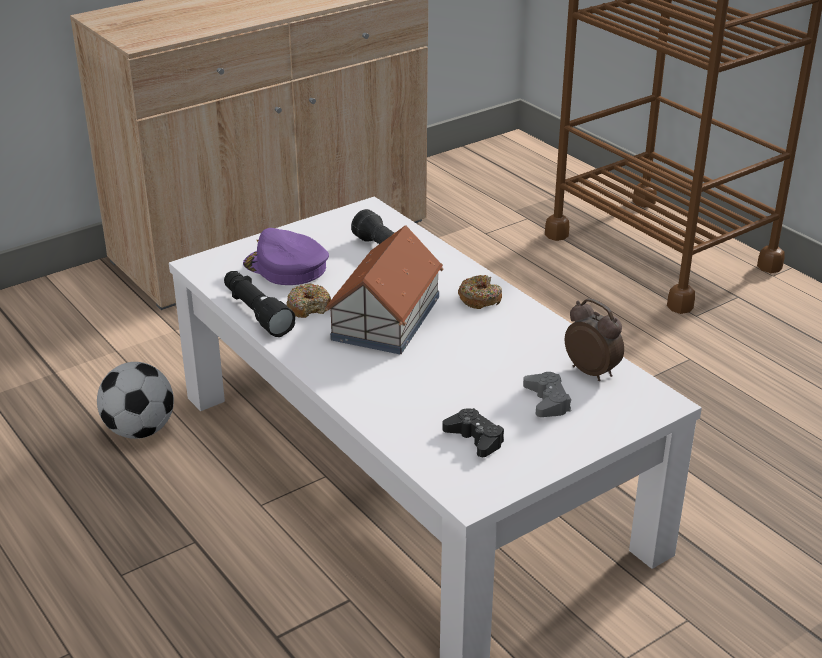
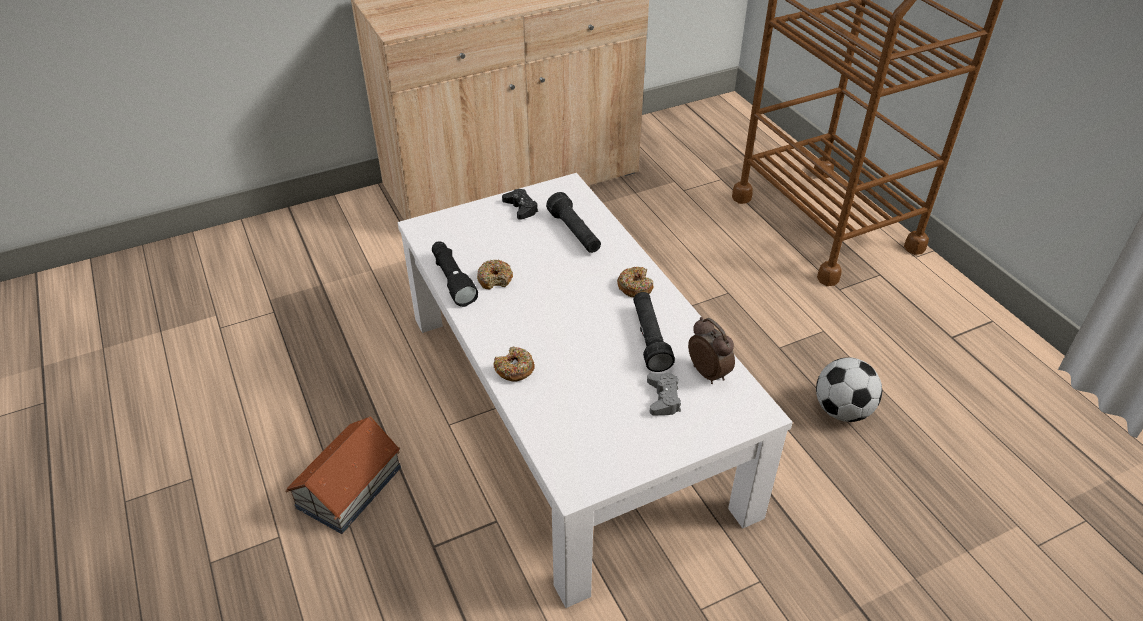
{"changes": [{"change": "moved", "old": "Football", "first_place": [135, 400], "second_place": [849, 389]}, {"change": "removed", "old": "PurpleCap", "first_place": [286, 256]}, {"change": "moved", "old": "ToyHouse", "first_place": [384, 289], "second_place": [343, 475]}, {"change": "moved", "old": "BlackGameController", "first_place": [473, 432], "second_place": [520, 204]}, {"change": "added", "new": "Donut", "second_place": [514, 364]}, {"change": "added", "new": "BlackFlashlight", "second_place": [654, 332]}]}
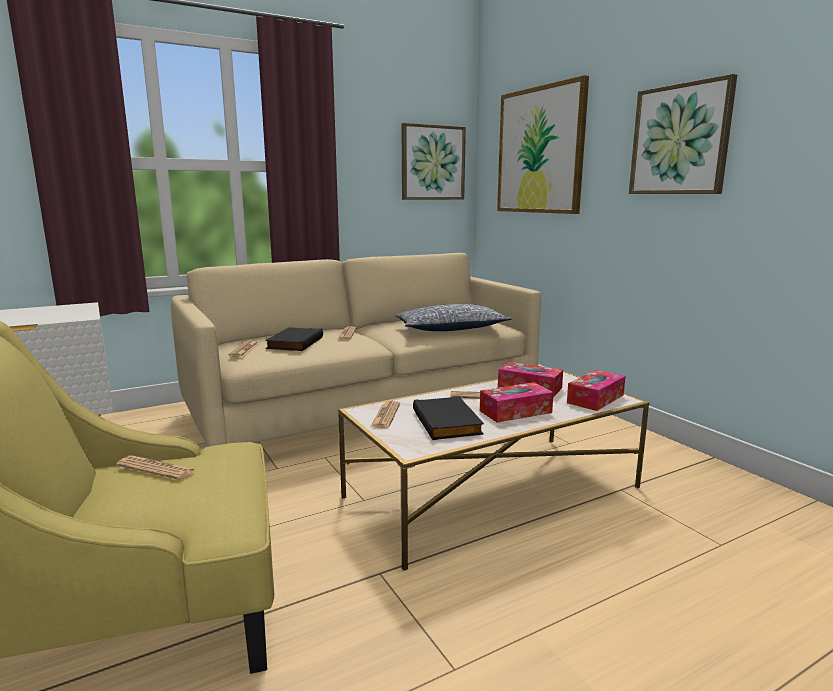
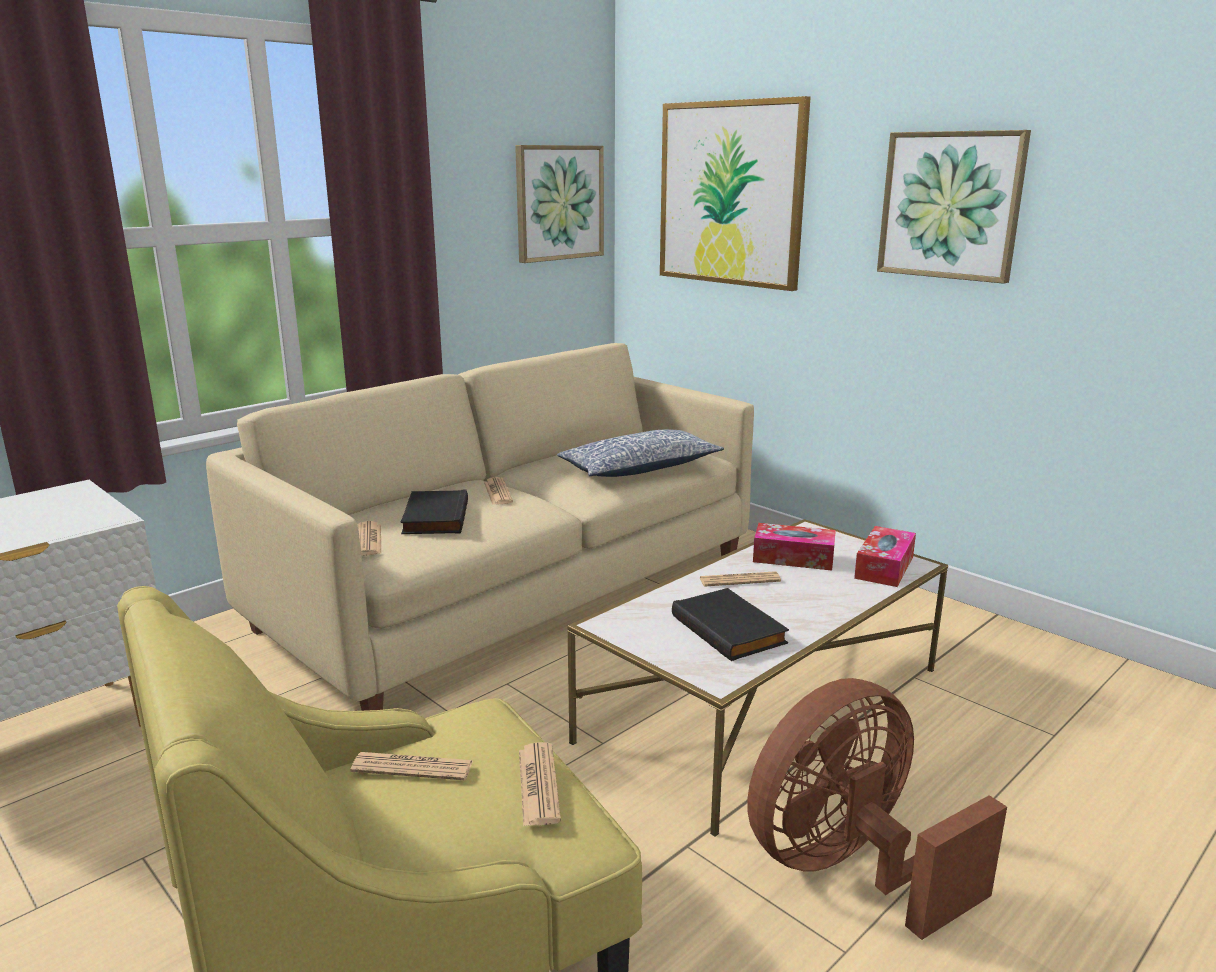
{"changes": [{"change": "moved", "old": "Newspaper", "first_place": [385, 414], "second_place": [540, 784]}, {"change": "removed", "old": "TissueBox", "first_place": [517, 402]}, {"change": "added", "new": "BrownFan", "second_place": [877, 809]}]}
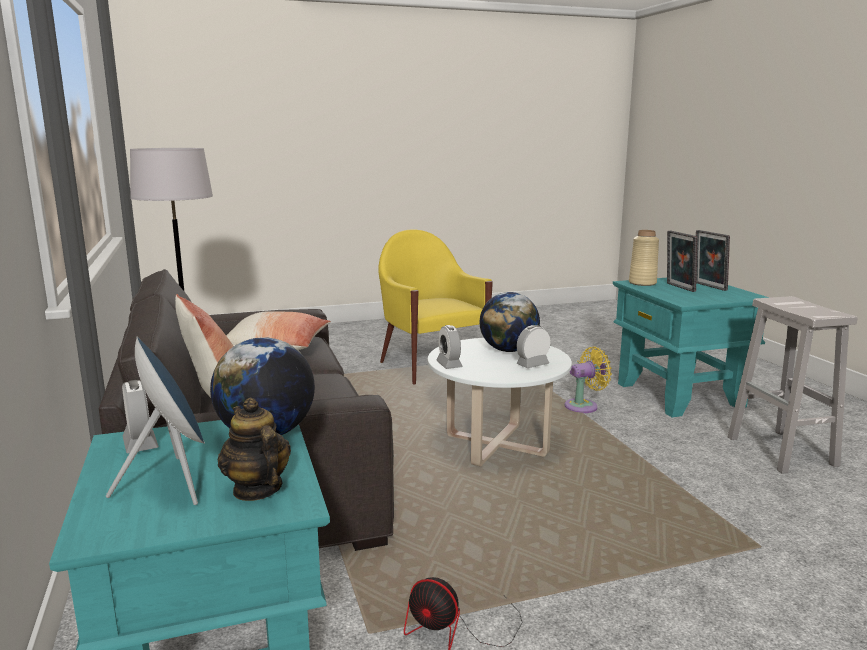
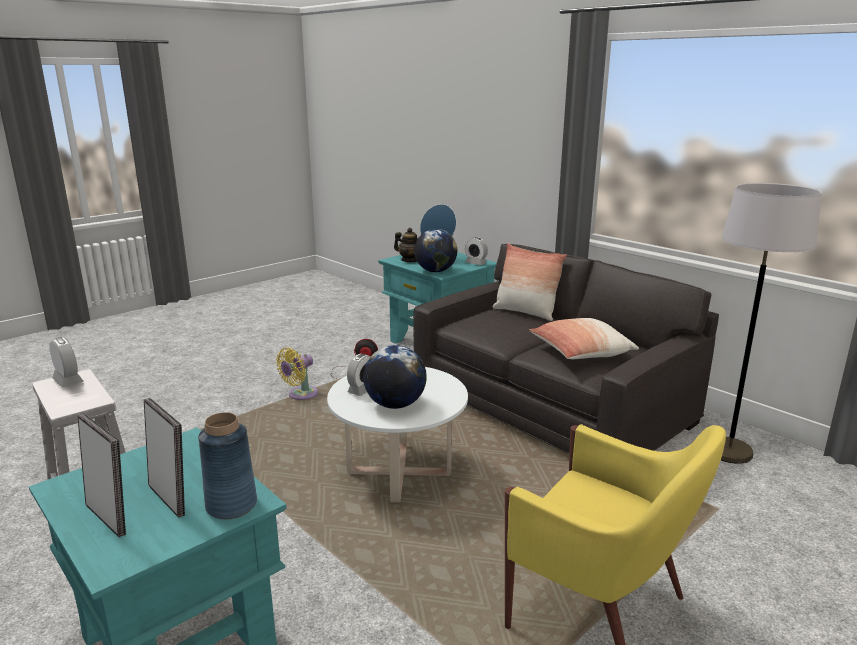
{"changes": [{"change": "moved", "old": "AlarmClock", "first_place": [449, 347], "second_place": [66, 362]}, {"change": "moved", "old": "YellowFan", "first_place": [588, 380], "second_place": [297, 374]}, {"change": "recoloured", "old": "BeigeVase", "new": "BlueVase", "first_place": [644, 258], "second_place": [227, 466]}]}
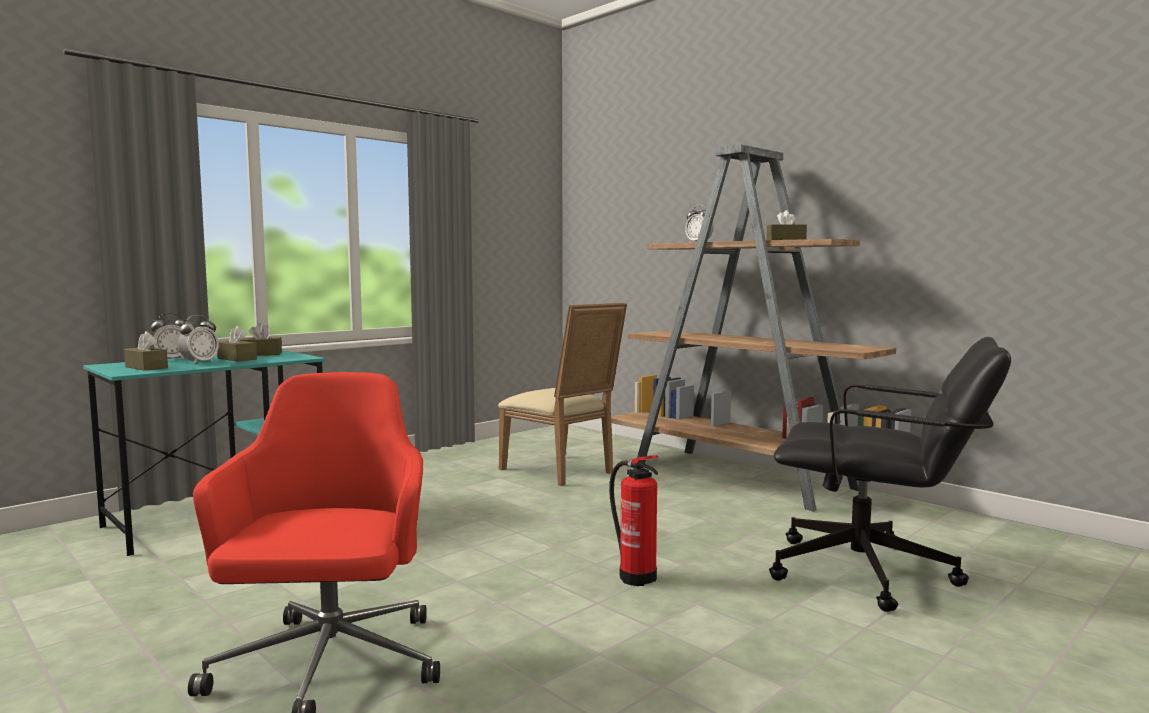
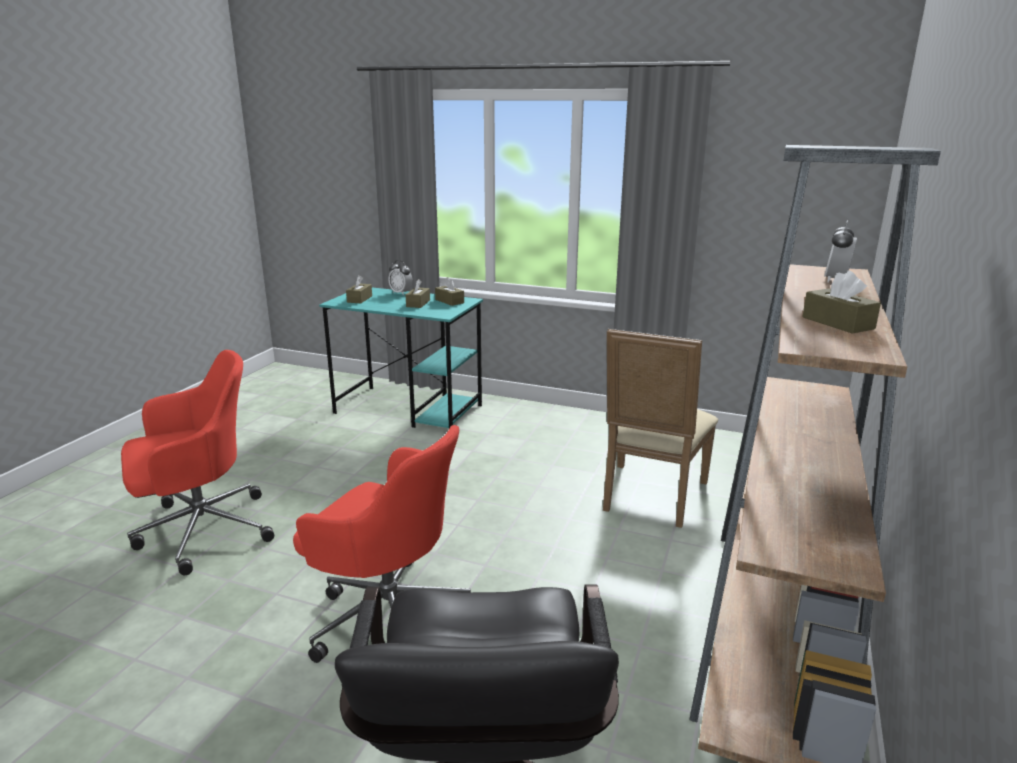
{"changes": [{"change": "removed", "old": "AlarmClock", "first_place": [198, 339]}, {"change": "replaced", "old": "FireExtinguisher", "new": "RedOfficeChair", "first_place": [633, 520], "second_place": [382, 544]}]}
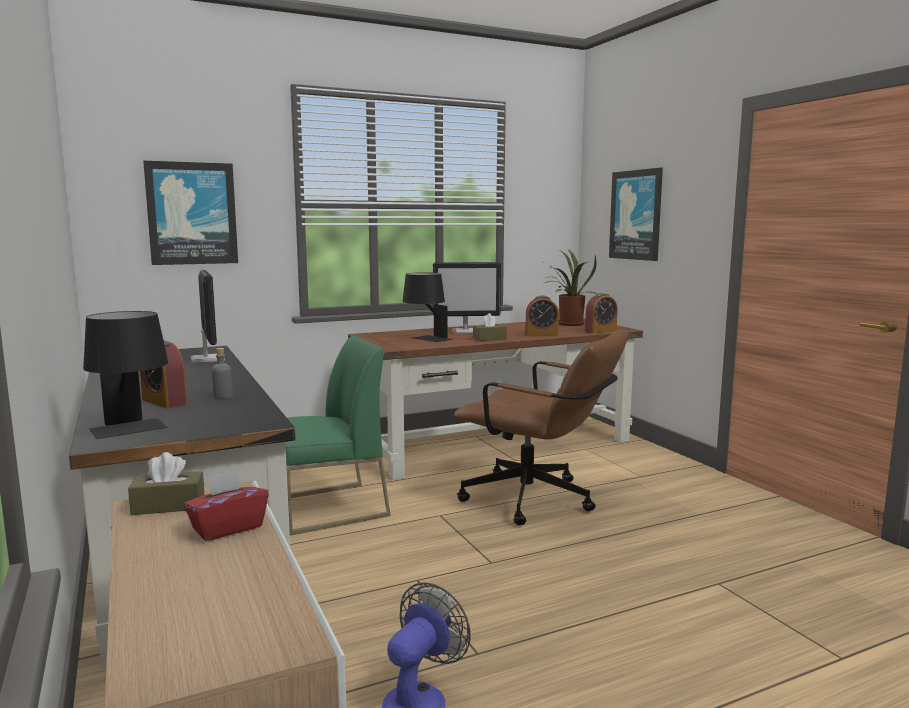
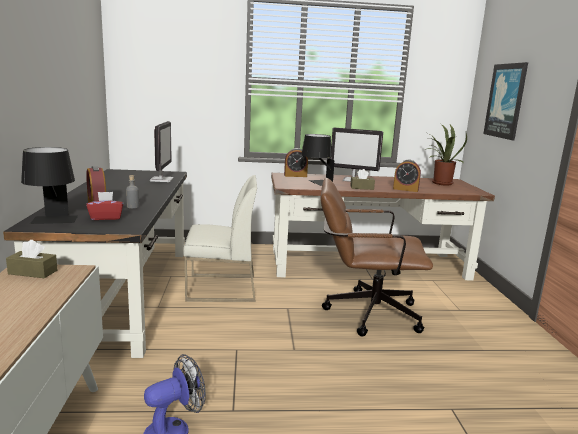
{"changes": [{"change": "removed", "old": "Picture", "first_place": [190, 213]}, {"change": "moved", "old": "RedTissueBox", "first_place": [226, 505], "second_place": [105, 206]}, {"change": "recoloured", "old": "GreenChair", "new": "WhiteChair", "first_place": [338, 435], "second_place": [220, 238]}, {"change": "turned", "old": "BrownOfficeChair", "first_place": [541, 427], "second_place": [376, 257], "degrees": 135}, {"change": "moved", "old": "AlarmClock", "first_place": [601, 313], "second_place": [296, 162]}]}
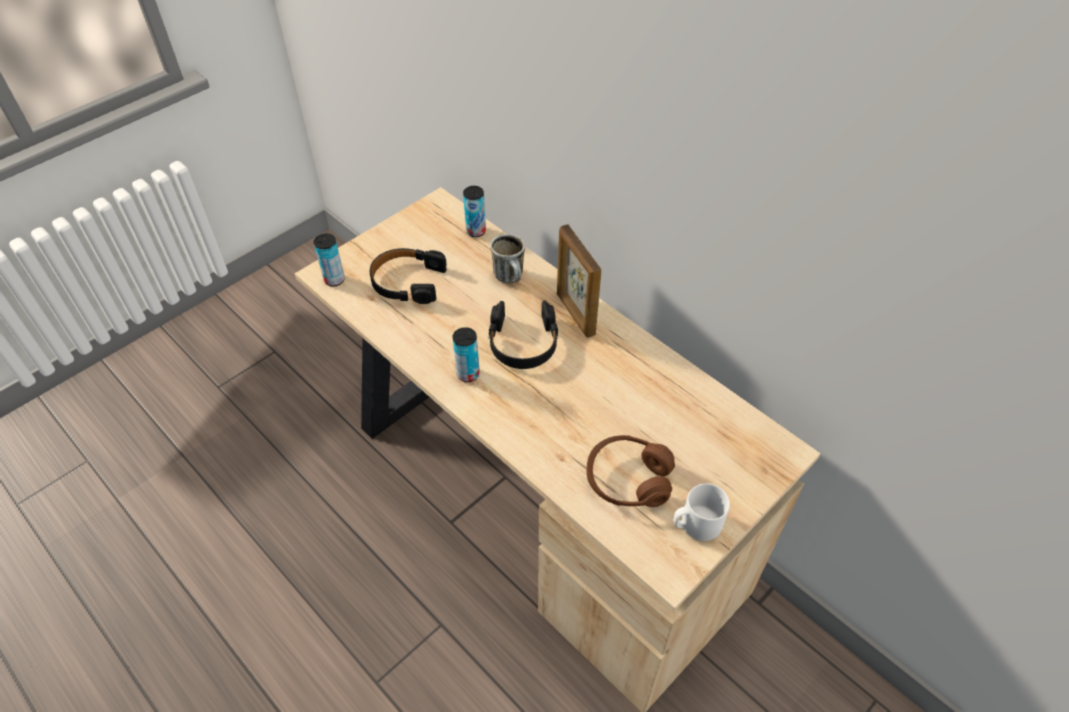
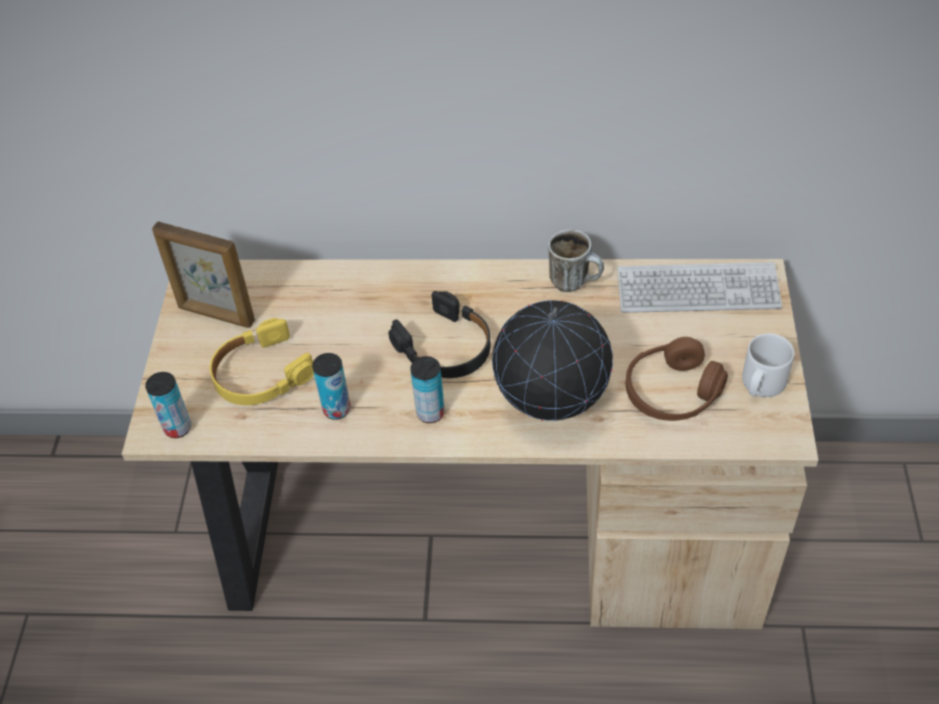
{"changes": [{"change": "recoloured", "old": "BlackHeadphones", "new": "YellowHeadphones", "first_place": [408, 276], "second_place": [262, 361]}, {"change": "moved", "old": "Can", "first_place": [474, 211], "second_place": [331, 386]}, {"change": "moved", "old": "Mug", "first_place": [507, 258], "second_place": [576, 260]}, {"change": "moved", "old": "PictureFrame", "first_place": [579, 281], "second_place": [203, 274]}, {"change": "added", "new": "Globe", "second_place": [552, 360]}, {"change": "added", "new": "Keyboard", "second_place": [699, 287]}]}
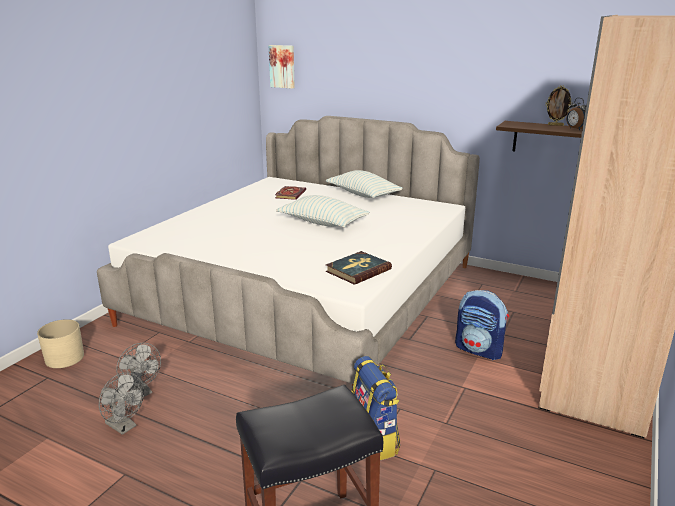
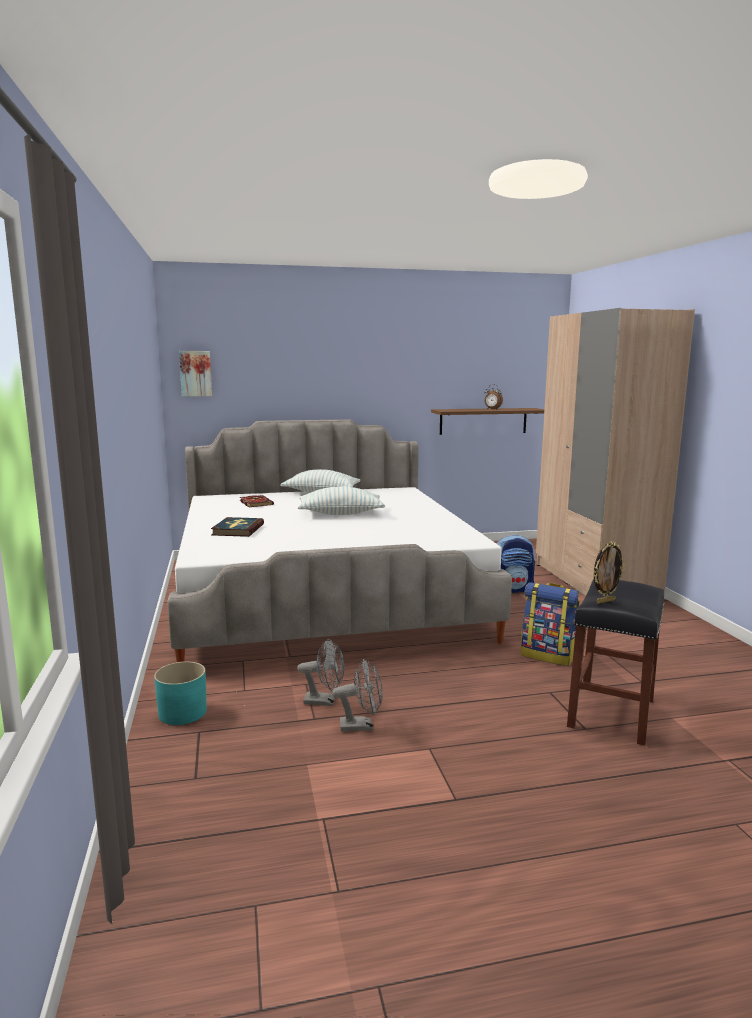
{"changes": [{"change": "recoloured", "old": "BeigePlanter", "new": "TurquoisePlanter", "first_place": [60, 343], "second_place": [180, 693]}, {"change": "moved", "old": "Book", "first_place": [359, 268], "second_place": [237, 527]}, {"change": "moved", "old": "PictureFrame", "first_place": [558, 106], "second_place": [609, 572]}]}
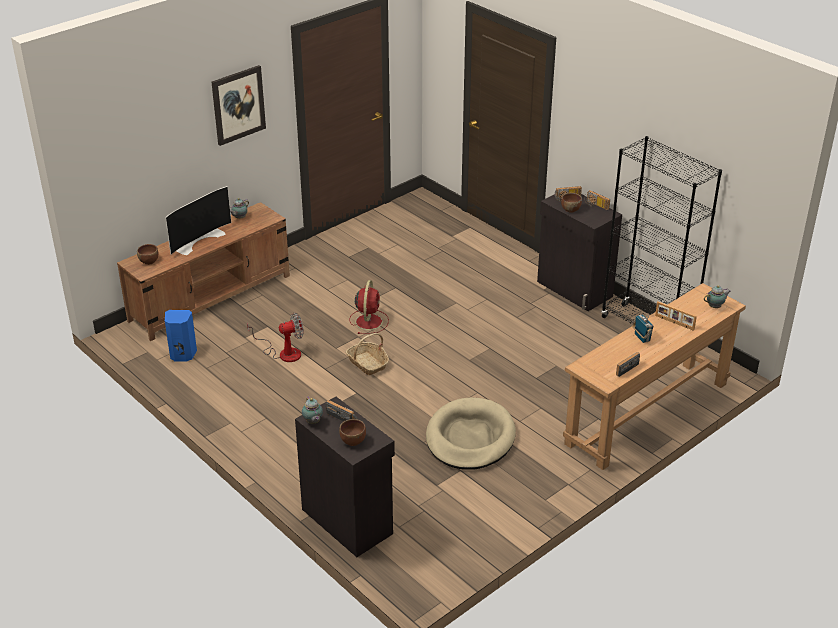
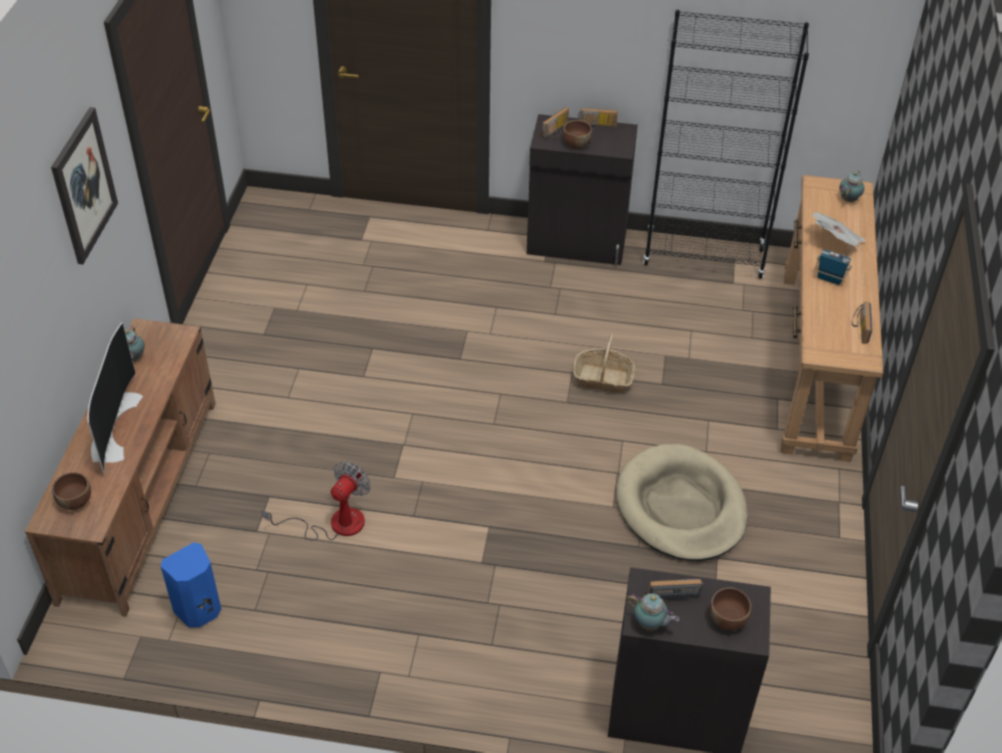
{"changes": [{"change": "moved", "old": "Basket", "first_place": [367, 354], "second_place": [604, 363]}, {"change": "removed", "old": "RedFan", "first_place": [369, 307]}, {"change": "replaced", "old": "PictureFrame", "new": "Newspaper", "first_place": [676, 316], "second_place": [839, 229]}]}
